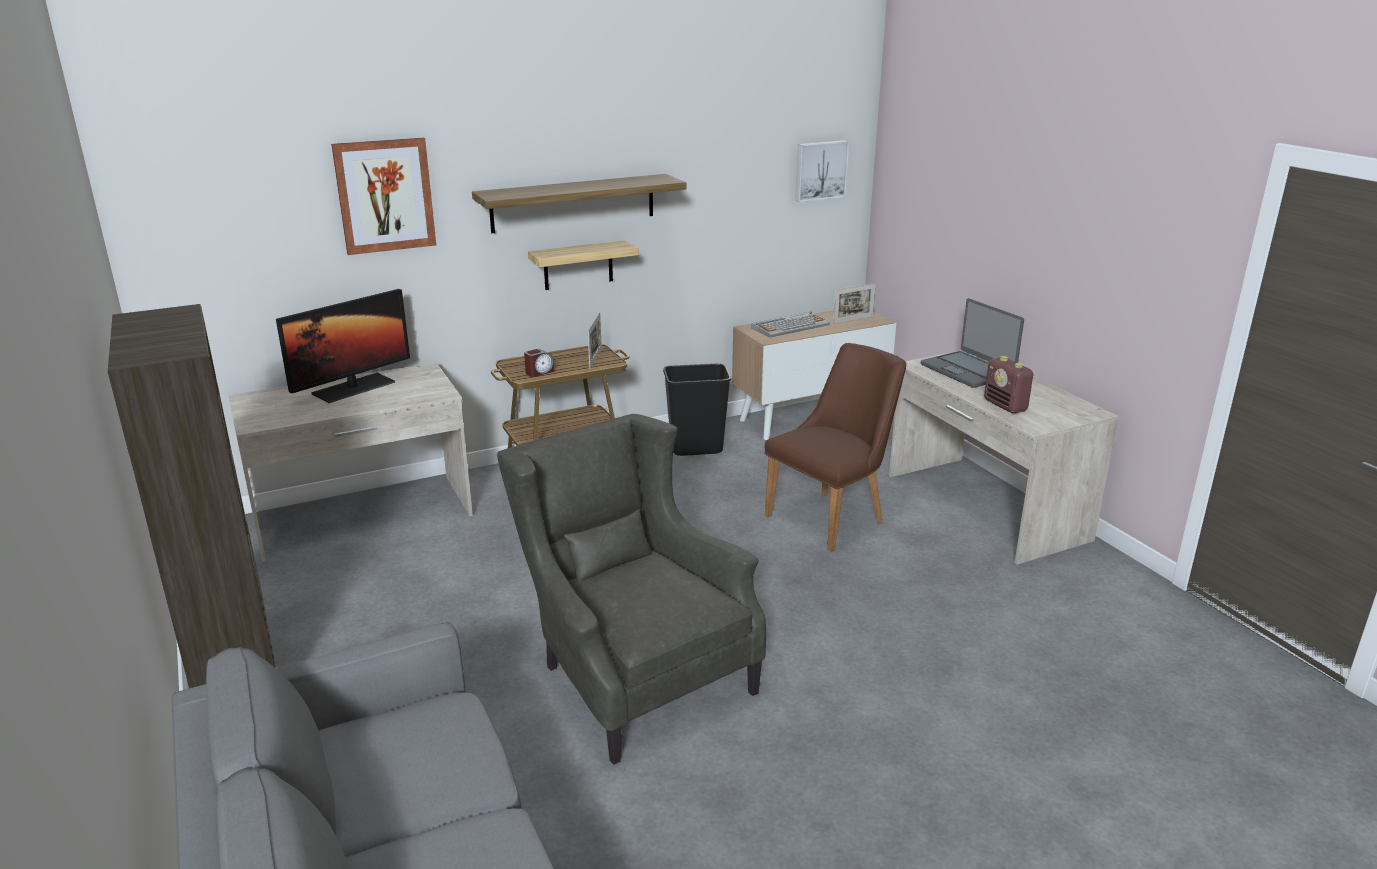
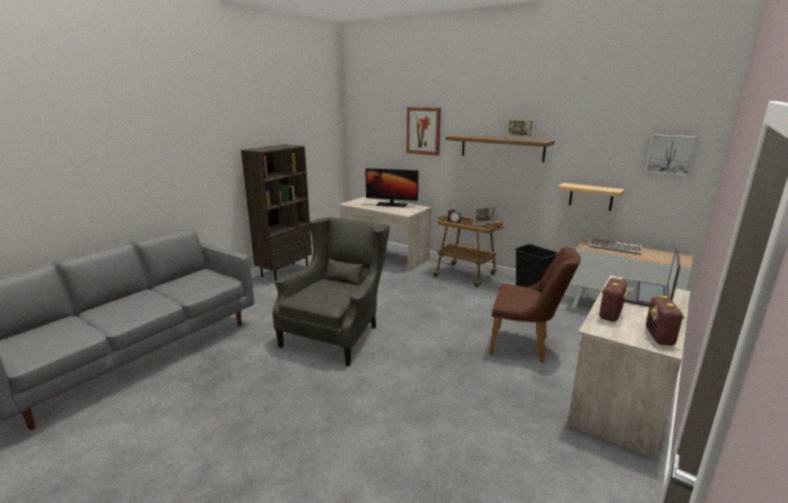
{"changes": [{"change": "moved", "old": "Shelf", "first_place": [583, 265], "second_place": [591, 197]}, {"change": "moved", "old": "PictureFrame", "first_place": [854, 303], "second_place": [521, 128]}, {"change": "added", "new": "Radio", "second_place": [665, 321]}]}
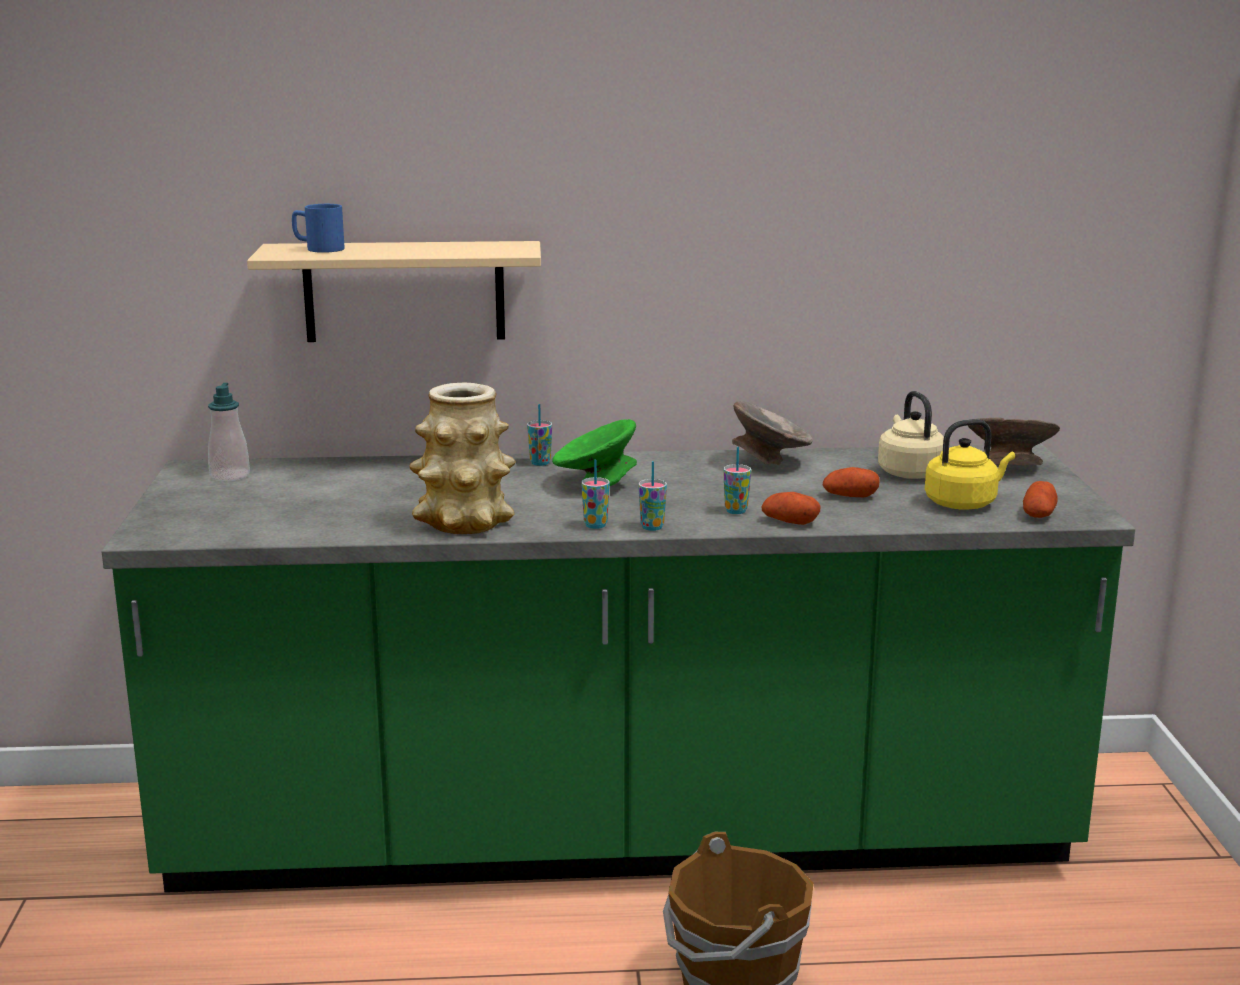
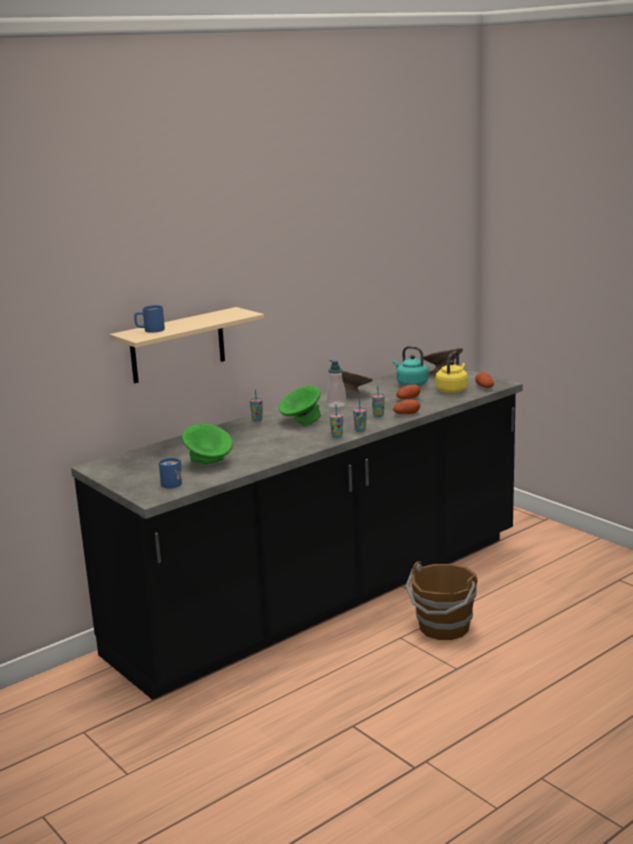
{"changes": [{"change": "recoloured", "old": "GreenCounter", "new": "BlackCounter", "first_place": [618, 668], "second_place": [297, 531]}, {"change": "moved", "old": "SoapDispenser", "first_place": [229, 432], "second_place": [336, 384]}, {"change": "removed", "old": "Vase", "first_place": [463, 458]}, {"change": "recoloured", "old": "BeigeKettle", "new": "TurquoiseKettle", "first_place": [911, 435], "second_place": [410, 366]}, {"change": "added", "new": "BlueMug", "second_place": [170, 473]}, {"change": "added", "new": "GreenBowl", "second_place": [207, 444]}]}
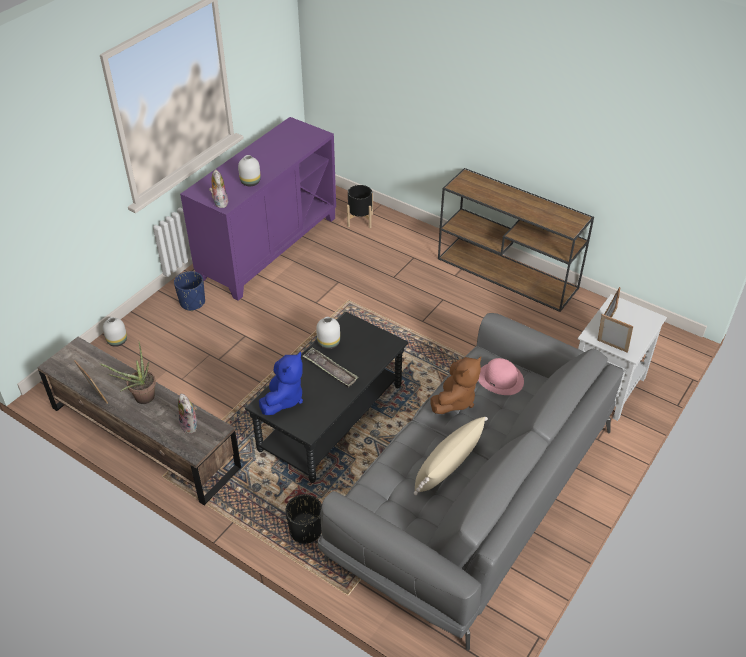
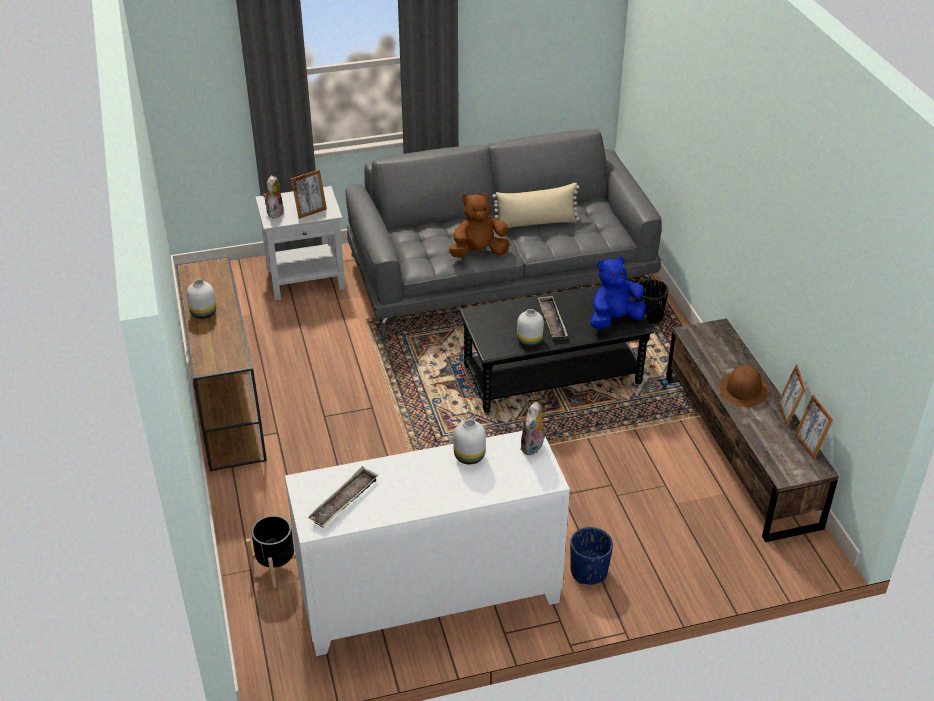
{"changes": [{"change": "replaced", "old": "PottedPlant", "new": "BrownHat", "first_place": [127, 373], "second_place": [744, 386]}, {"change": "moved", "old": "WhiteVase", "first_place": [115, 332], "second_place": [201, 299]}, {"change": "moved", "old": "PlushToy", "first_place": [187, 414], "second_place": [273, 196]}, {"change": "recoloured", "old": "PurpleCabinet", "new": "WhiteCabinet", "first_place": [258, 209], "second_place": [427, 543]}, {"change": "removed", "old": "PinkHat", "first_place": [501, 376]}, {"change": "moved", "old": "PictureFrame", "first_place": [615, 333], "second_place": [814, 427]}, {"change": "added", "new": "Tray", "second_place": [343, 496]}]}
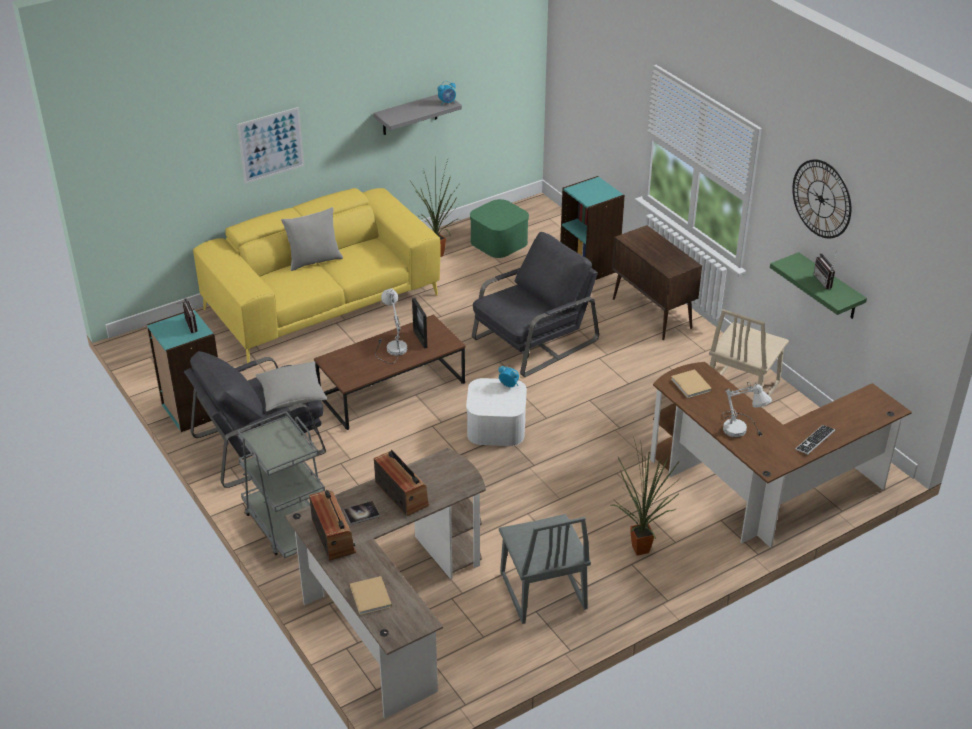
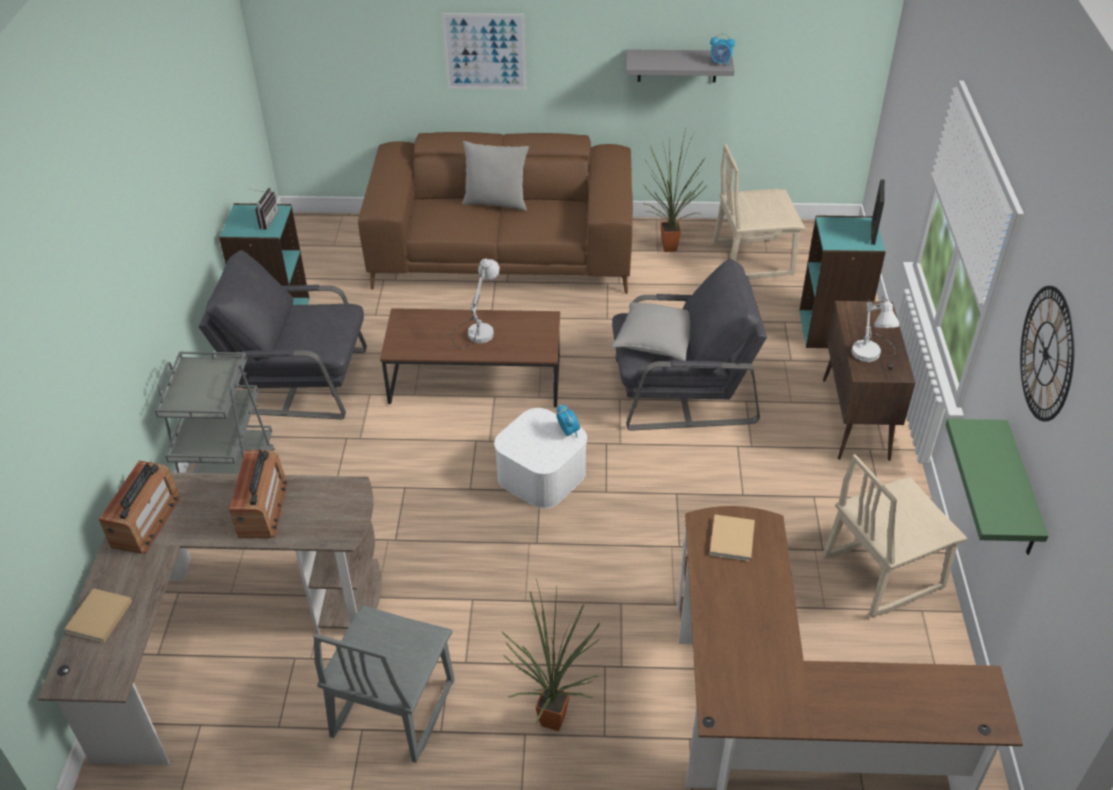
{"changes": [{"change": "recoloured", "old": "YellowSofa", "new": "BrownSofa", "first_place": [317, 275], "second_place": [495, 213]}, {"change": "moved", "old": "GreyPillow", "first_place": [291, 386], "second_place": [650, 331]}, {"change": "removed", "old": "Book", "first_place": [362, 513]}, {"change": "moved", "old": "PictureFrame", "first_place": [419, 323], "second_place": [878, 212]}, {"change": "replaced", "old": "GreenStorageBox", "new": "BeigeChair", "first_place": [499, 228], "second_place": [759, 212]}, {"change": "moved", "old": "WhiteTableLamp", "first_place": [747, 409], "second_place": [875, 333]}, {"change": "removed", "old": "Keyboard", "first_place": [815, 440]}, {"change": "removed", "old": "Radio", "first_place": [825, 269]}]}
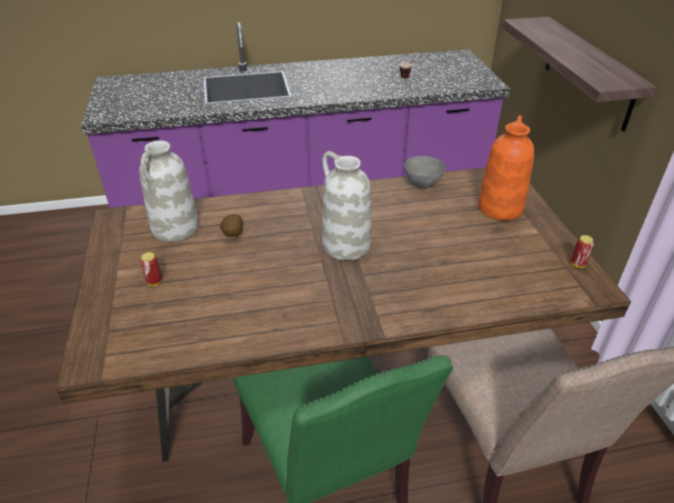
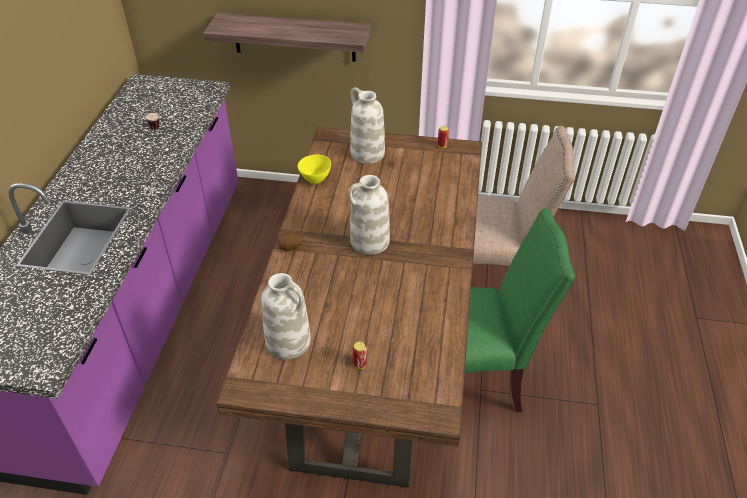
{"changes": [{"change": "moved", "old": "Potato", "first_place": [231, 225], "second_place": [290, 241]}, {"change": "recoloured", "old": "GreyBowl", "new": "YellowBowl", "first_place": [425, 172], "second_place": [314, 169]}, {"change": "recoloured", "old": "OrangeVase", "new": "WhiteVase", "first_place": [506, 168], "second_place": [367, 125]}]}
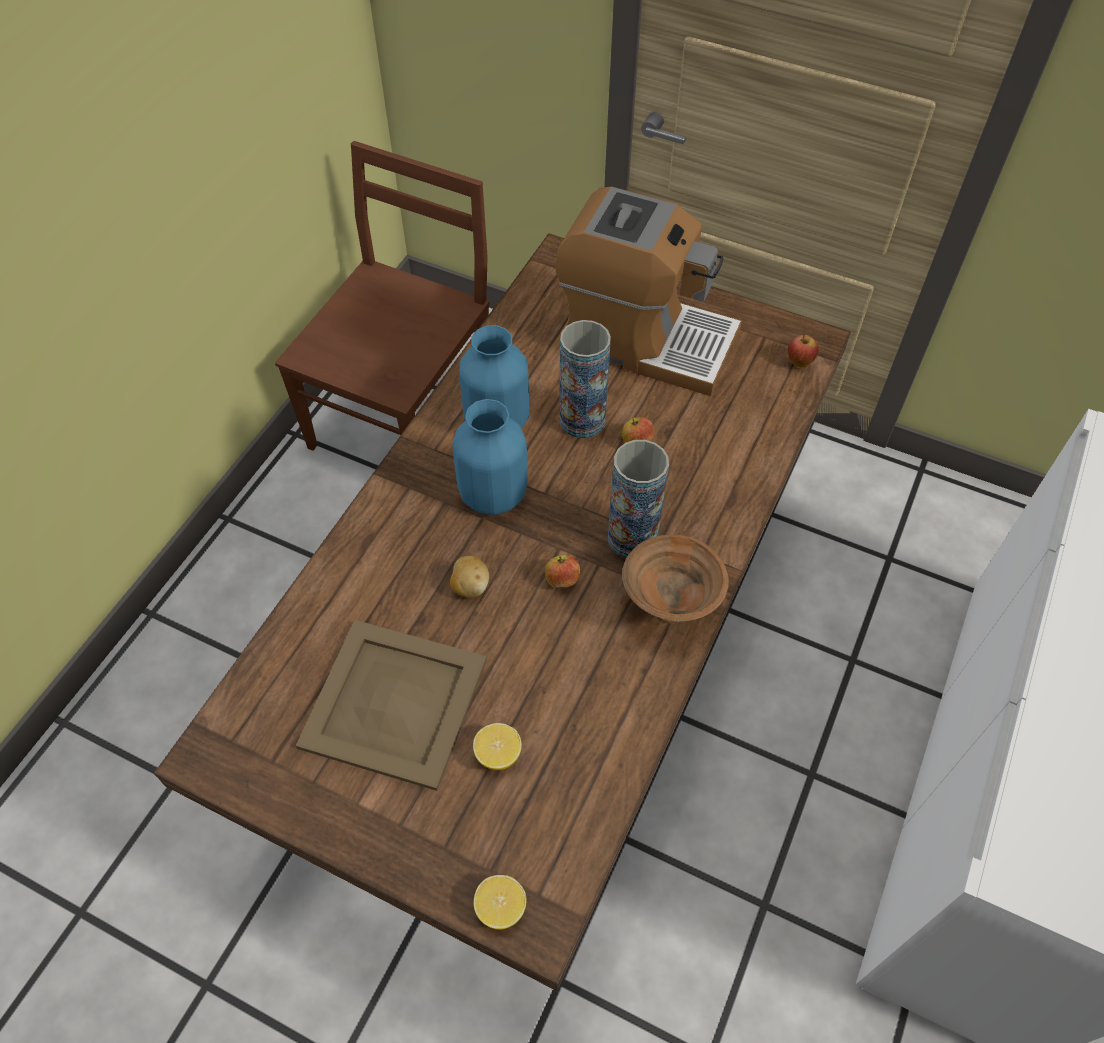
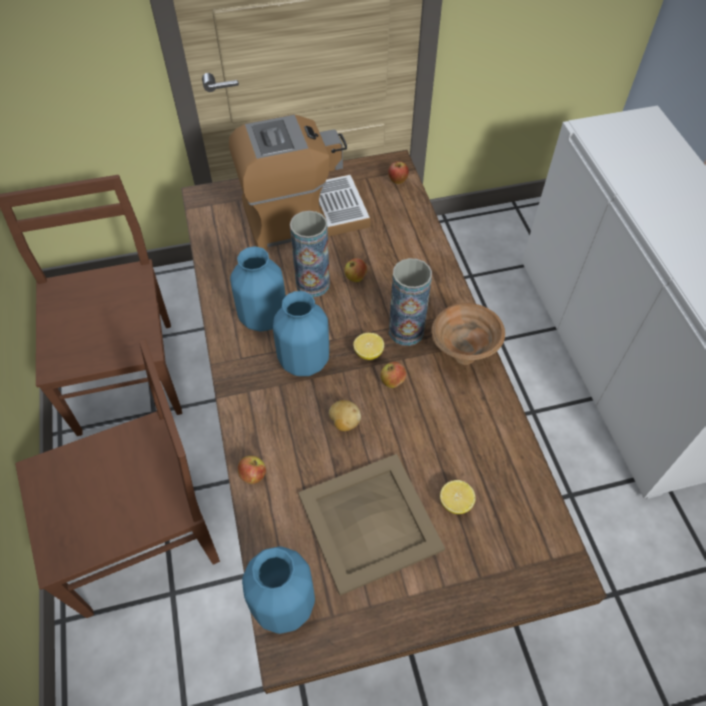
{"changes": [{"change": "moved", "old": "Lemon", "first_place": [500, 902], "second_place": [368, 346]}, {"change": "added", "new": "BrownChair", "second_place": [117, 478]}, {"change": "added", "new": "Apple", "second_place": [252, 470]}, {"change": "added", "new": "BlueVase", "second_place": [278, 590]}]}
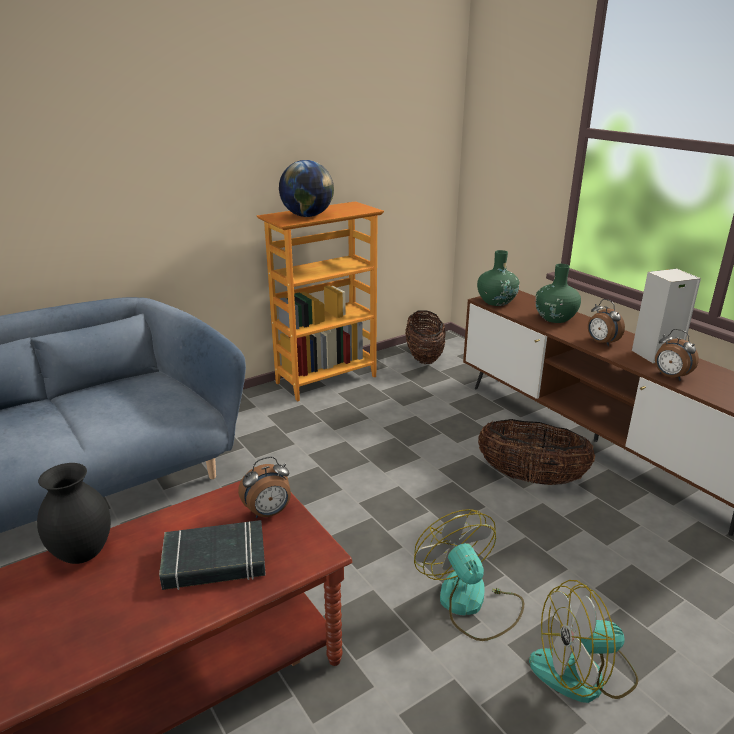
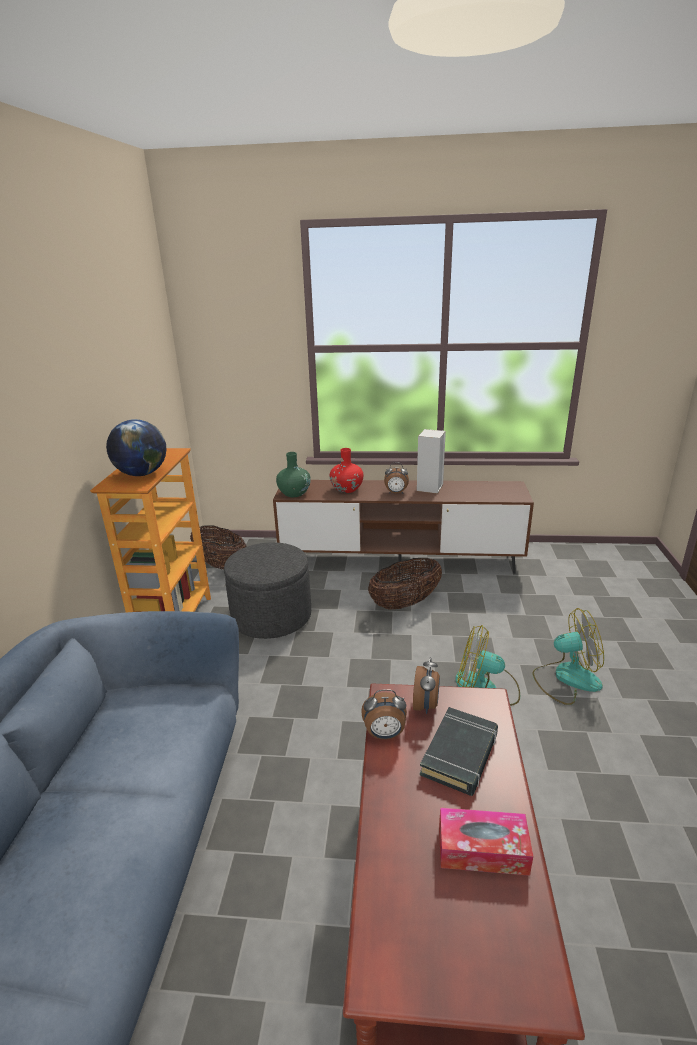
{"changes": [{"change": "removed", "old": "BlackVase", "first_place": [74, 513]}, {"change": "turned", "old": "Fan", "first_place": [583, 641], "second_place": [568, 656], "degrees": -120}, {"change": "recoloured", "old": "GreenVase", "new": "RedVase", "first_place": [558, 293], "second_place": [346, 470]}, {"change": "moved", "old": "AlarmClock", "first_place": [677, 355], "second_place": [384, 714]}, {"change": "added", "new": "GreyOttoman", "second_place": [267, 590]}, {"change": "added", "new": "TissueBox", "second_place": [486, 841]}]}
